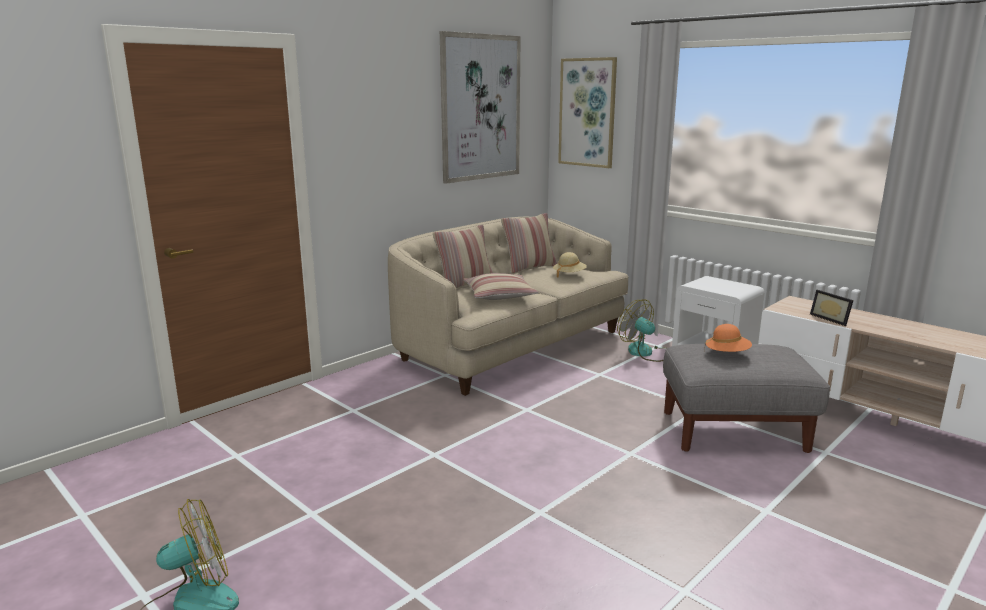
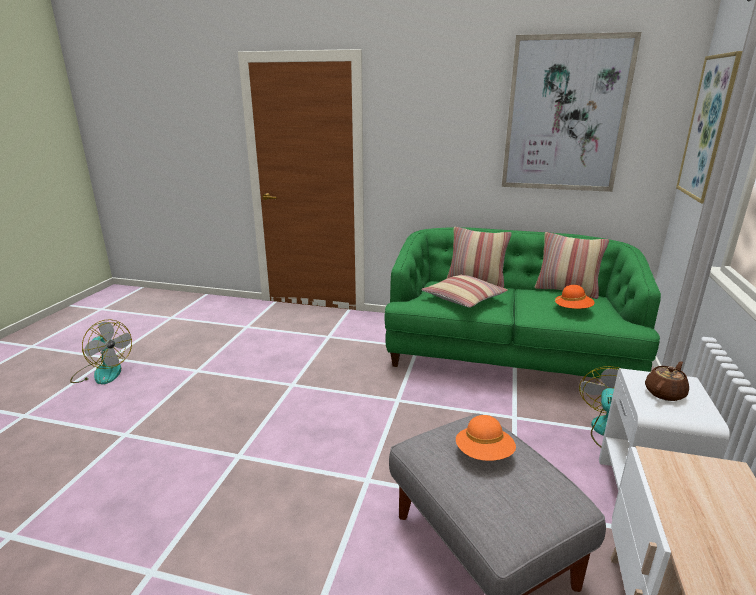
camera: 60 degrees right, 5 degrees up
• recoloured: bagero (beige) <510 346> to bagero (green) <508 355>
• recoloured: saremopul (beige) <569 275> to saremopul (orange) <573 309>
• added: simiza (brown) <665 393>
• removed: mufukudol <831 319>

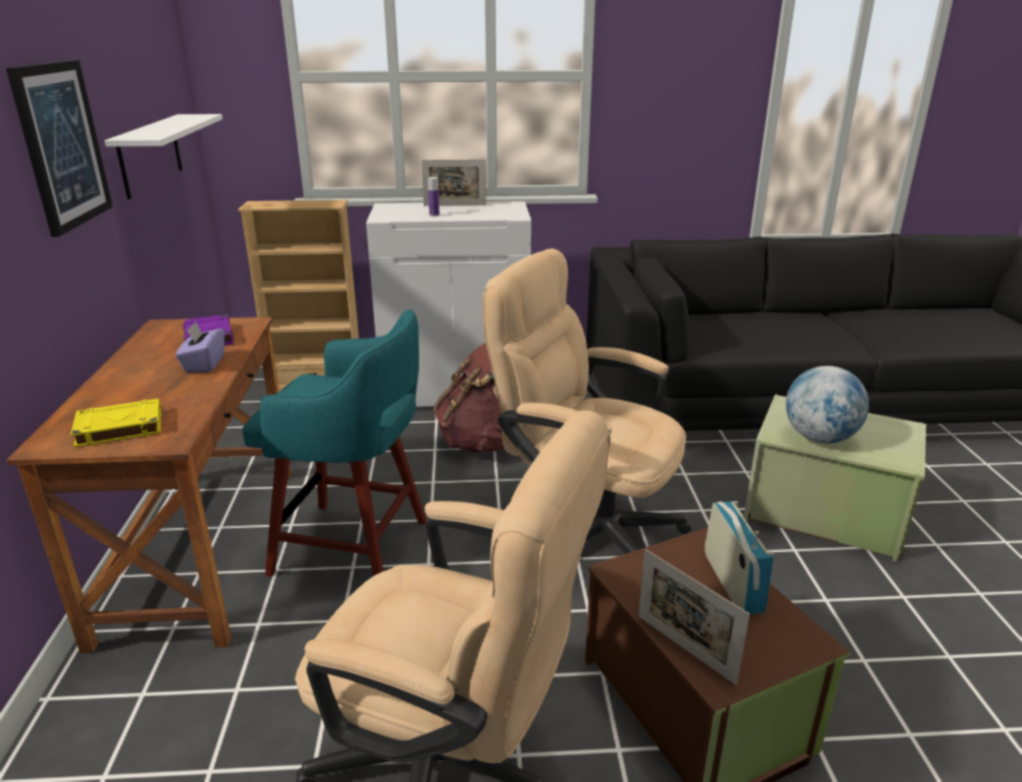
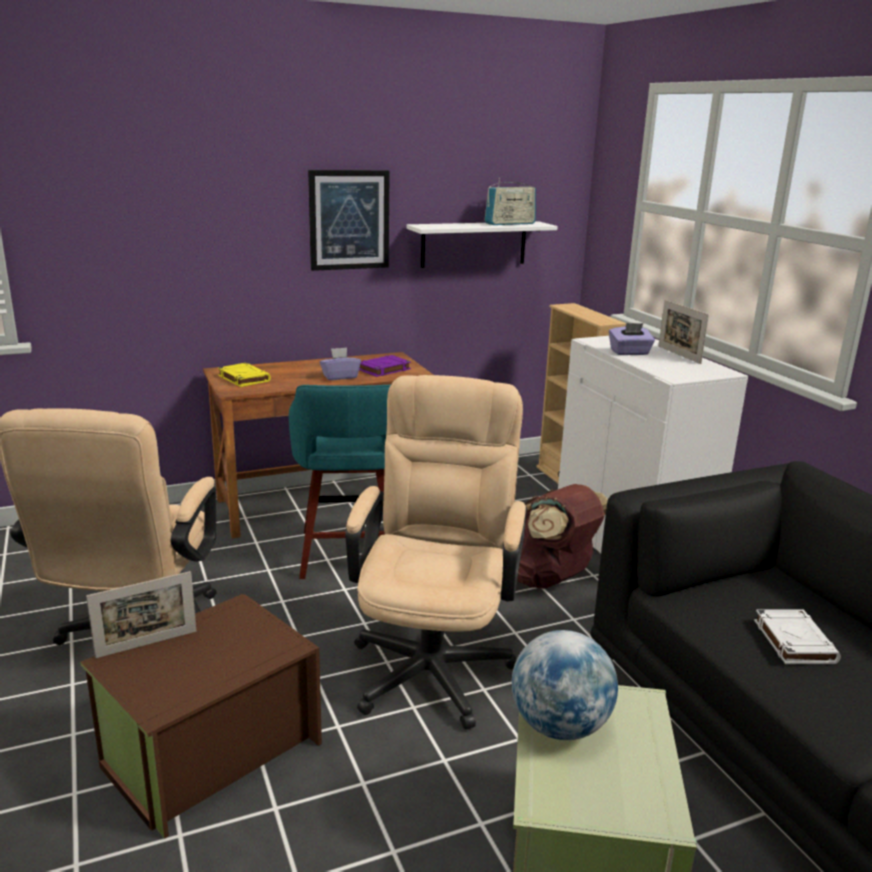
camera: 70 degrees right, 5 degrees down
• turned: mufukudol <684 648> = <147 644> 150 degrees counterclockwise
• moved: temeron <732 582> to <510 224>
• replaced: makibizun <434 215> to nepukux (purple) <629 352>
• added: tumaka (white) <793 641>

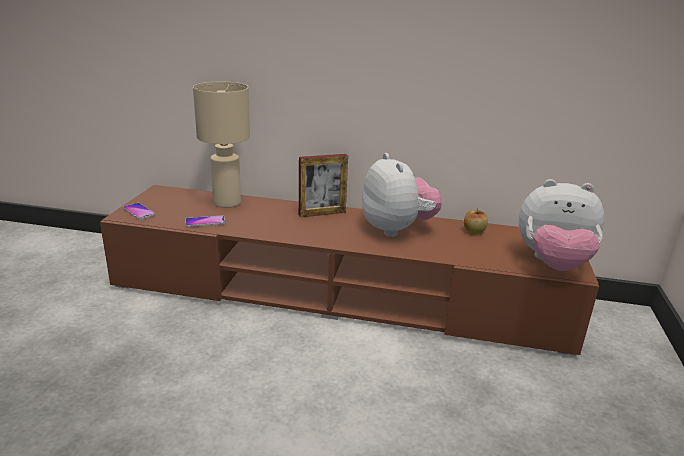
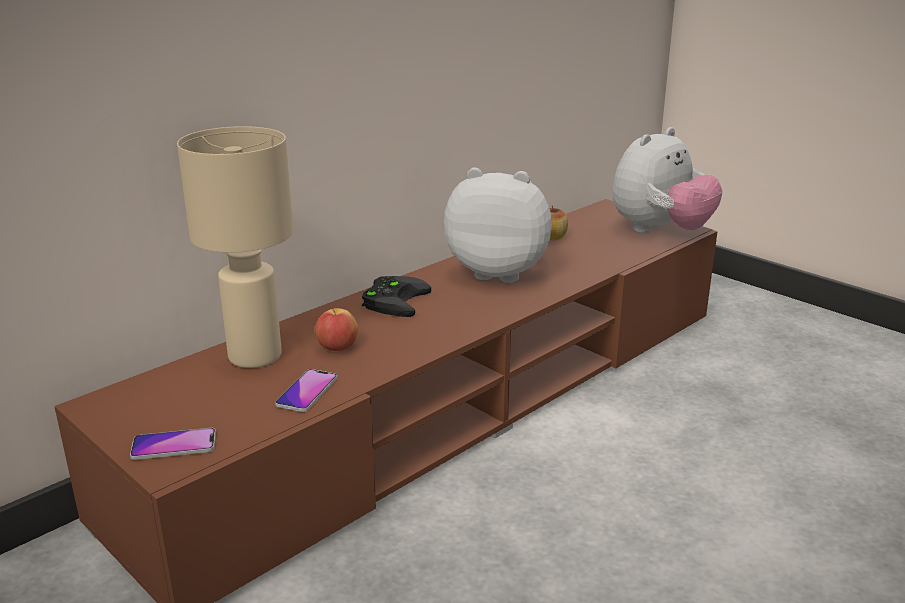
camera: 55 degrees left, 0 degrees up
• added: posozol <337 348>
• replaced: mufukudol <322 213> to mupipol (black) <393 299>

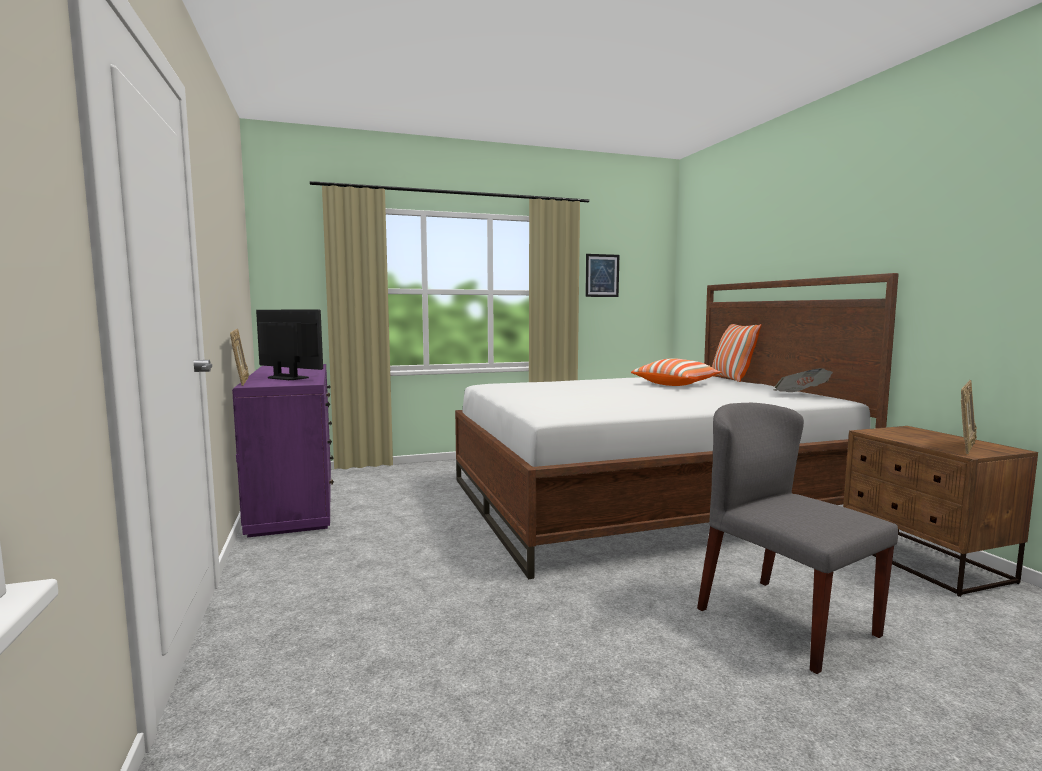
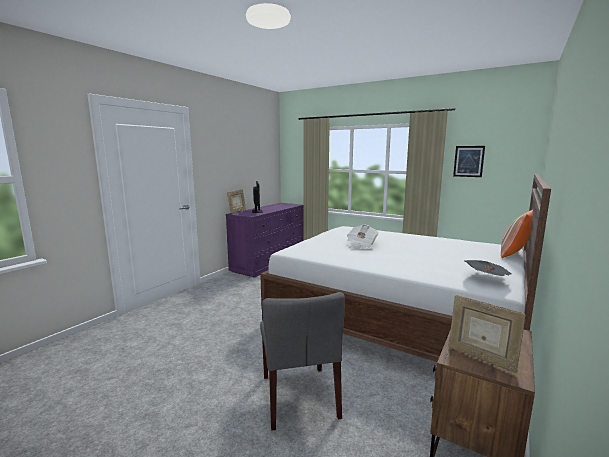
camera: 50 degrees right, 5 degrees up
• turned: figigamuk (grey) <784 621> = <300 396> 150 degrees clockwise
• added: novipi <361 245>
• turned: mufukudol <965 447> = <480 358> 45 degrees clockwise
• removed: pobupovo <675 384>

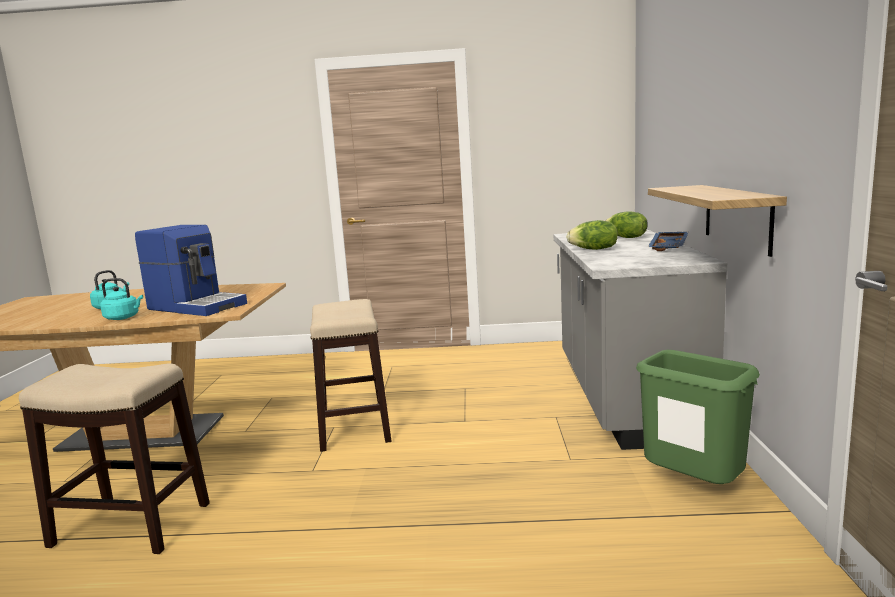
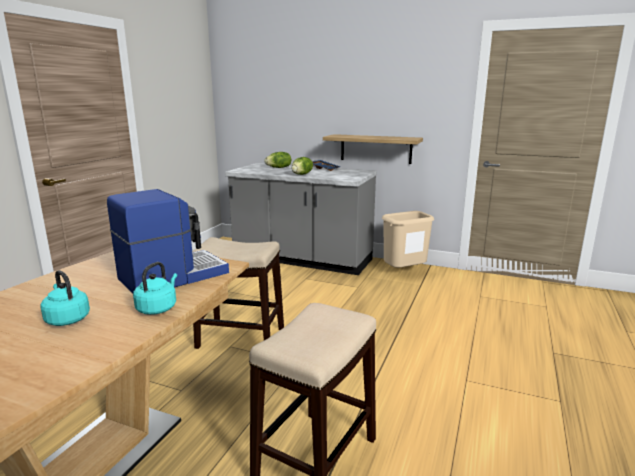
camera: 70 degrees left, 5 degrees up
• recoloured: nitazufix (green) <691 489> to nitazufix (beige) <404 273>

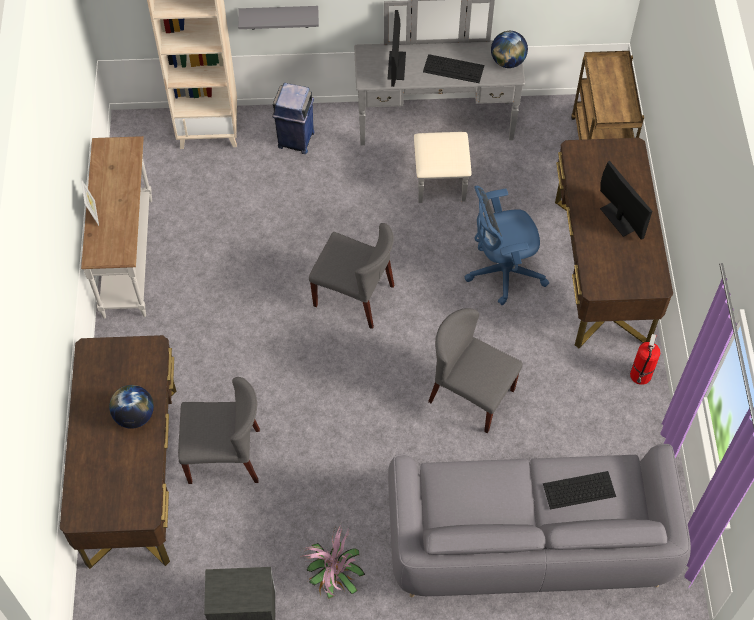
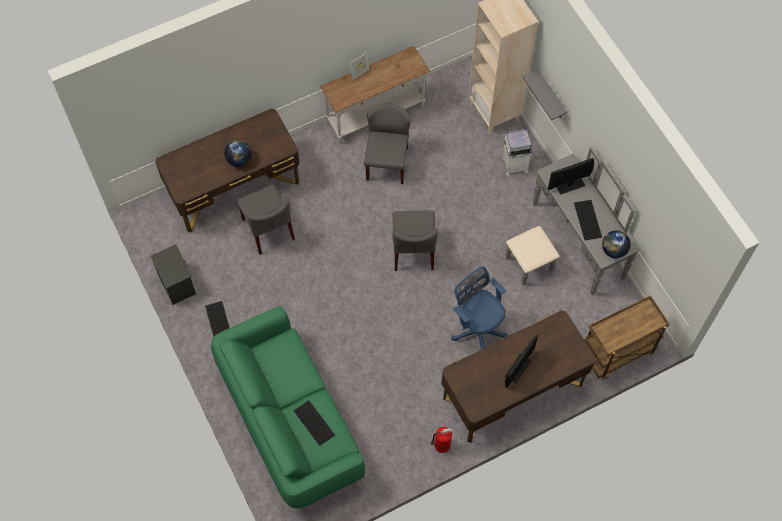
camera: 65 degrees right, 5 degrees up
• replaced: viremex <334 578> to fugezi <218 321>
• recoloured: bagero (grey) <529 542> to bagero (green) <289 420>
• moved: figigamuk (grey) <470 395> to <387 163>
• recoloured: nitazufix (blue) <295 140> to nitazufix (white) <514 165>

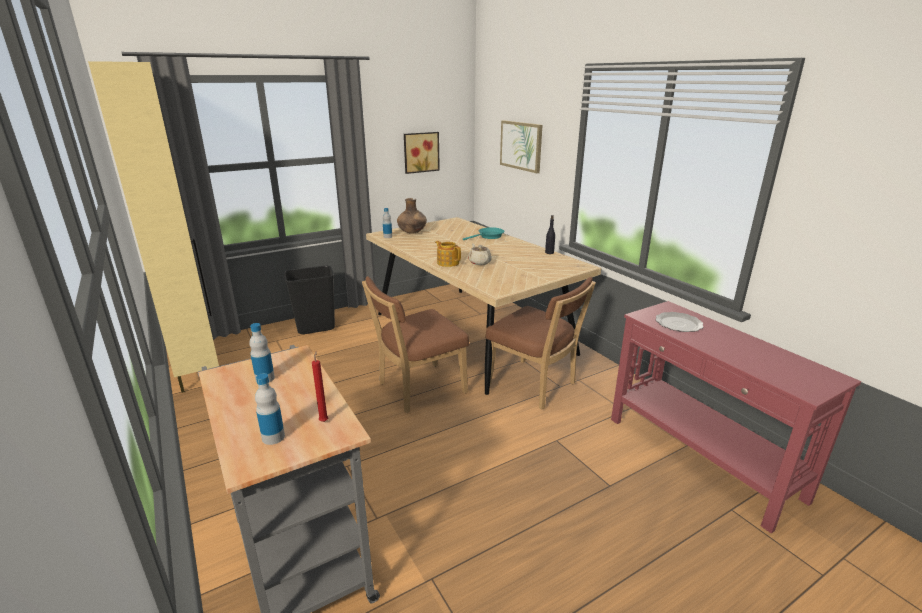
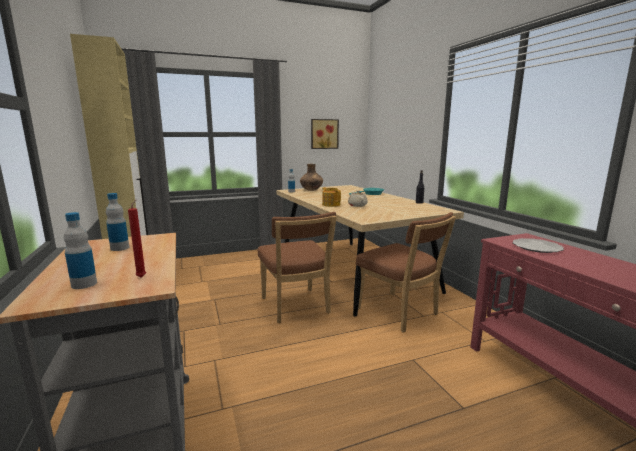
camera: 10 degrees right, 10 degrees down
• turned: figigamuk (brown) <418 389> = <296 307> 90 degrees counterclockwise
• removed: nitazufix (black) <316 328>
• removed: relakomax <521 145>

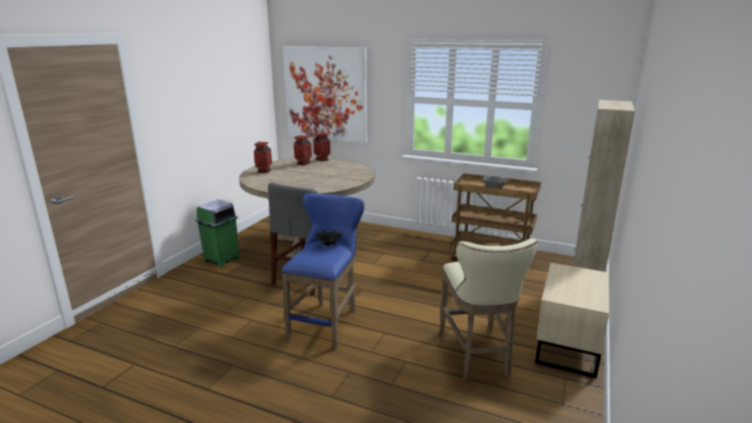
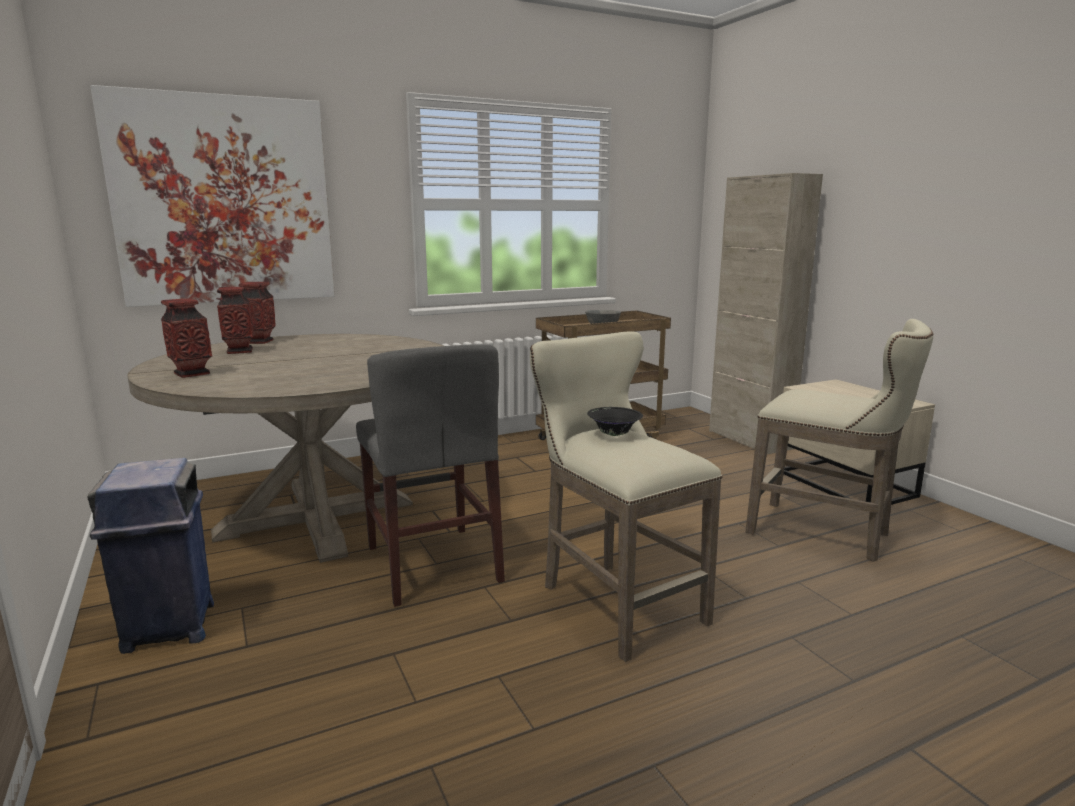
camera: 50 degrees left, 5 degrees down
• recoloured: nitazufix (green) <221 260> to nitazufix (blue) <169 628>
• recoloured: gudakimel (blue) <327 322> to gudakimel (beige) <614 601>

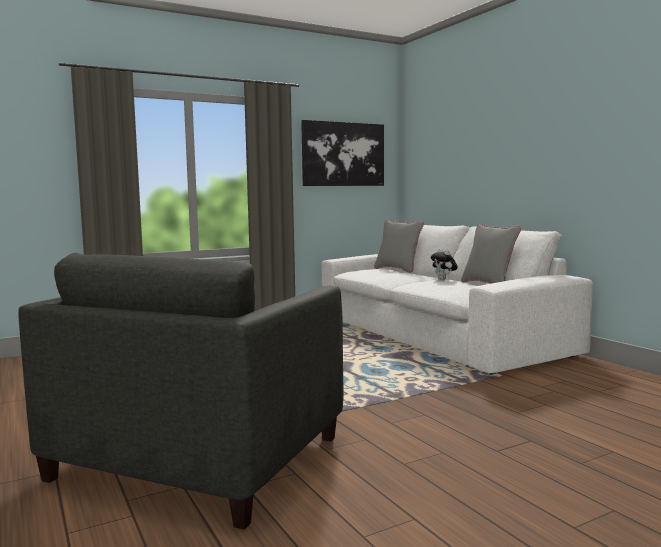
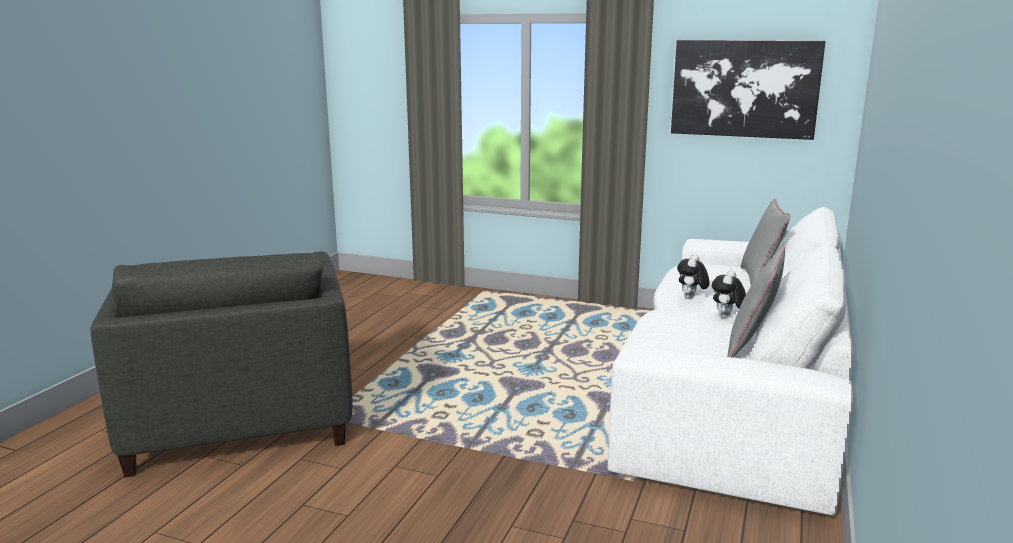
camera: 50 degrees right, 10 degrees up
• turned: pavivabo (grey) <199 457> = <240 418> 90 degrees counterclockwise
• added: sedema <691 298>

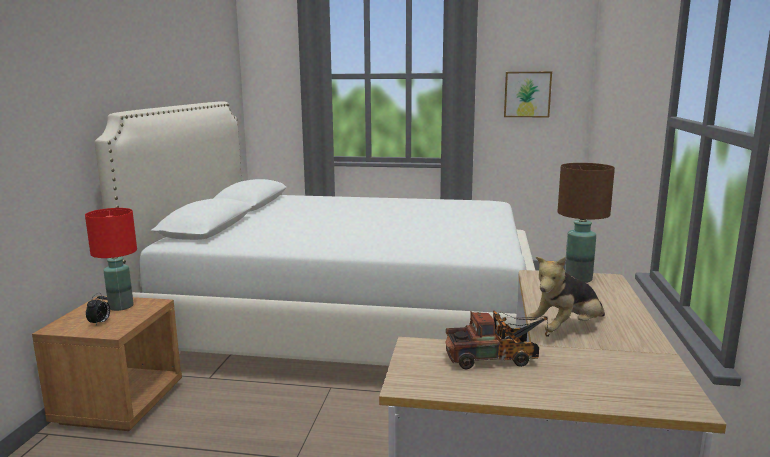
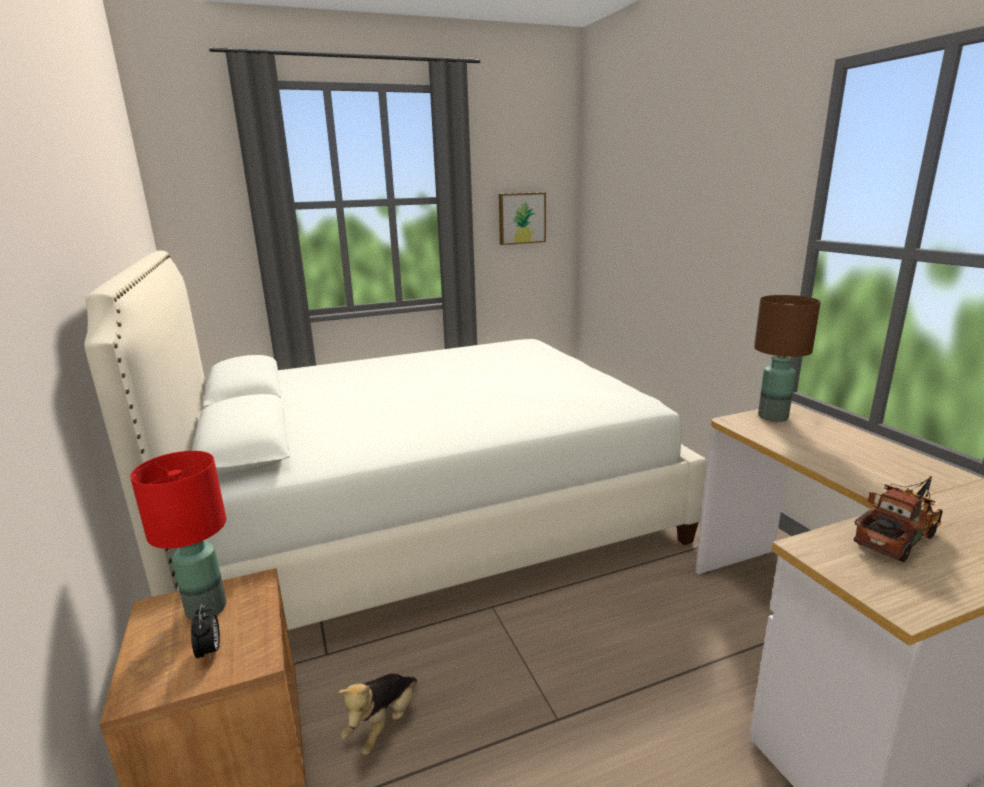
camera: 30 degrees left, 5 degrees up
• moved: sedema <566 329> to <383 725>

